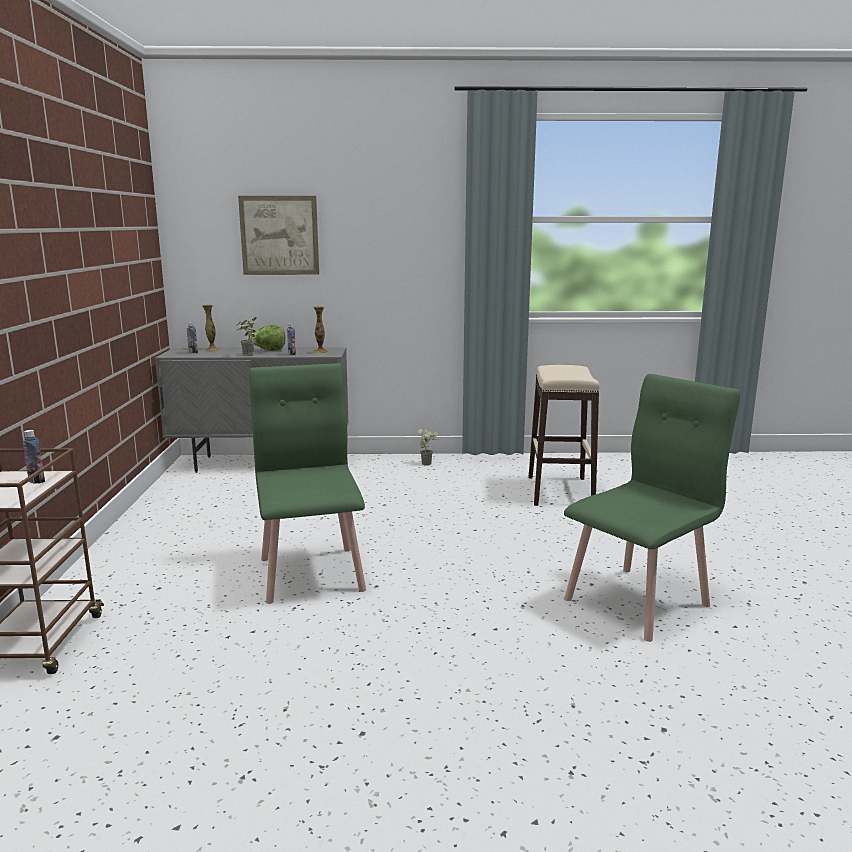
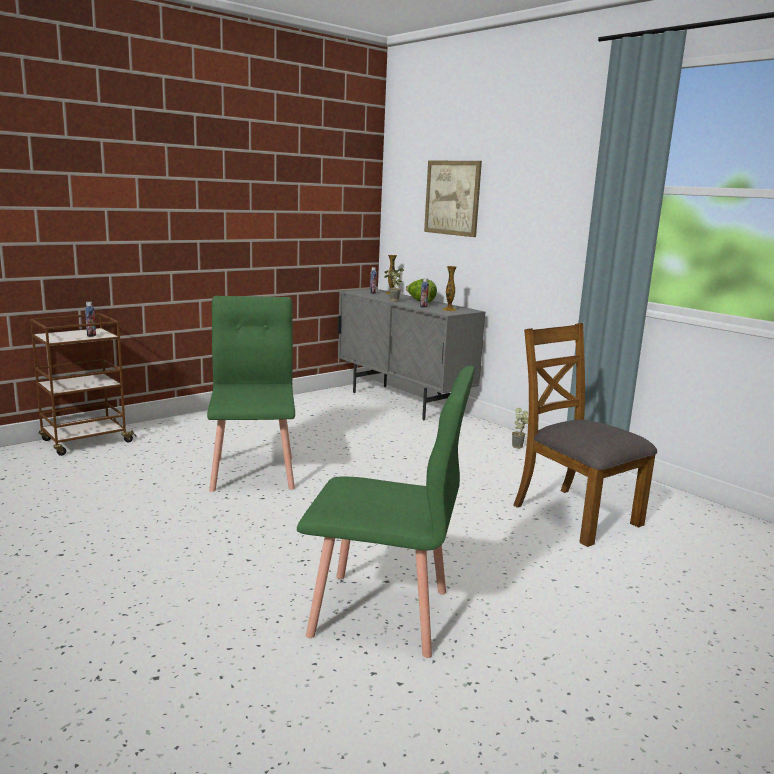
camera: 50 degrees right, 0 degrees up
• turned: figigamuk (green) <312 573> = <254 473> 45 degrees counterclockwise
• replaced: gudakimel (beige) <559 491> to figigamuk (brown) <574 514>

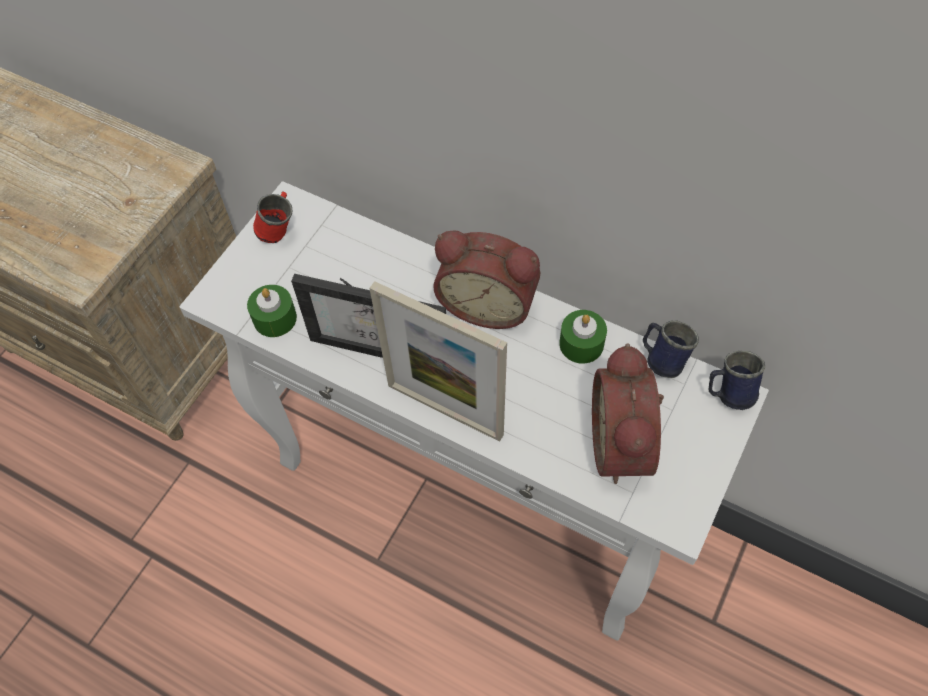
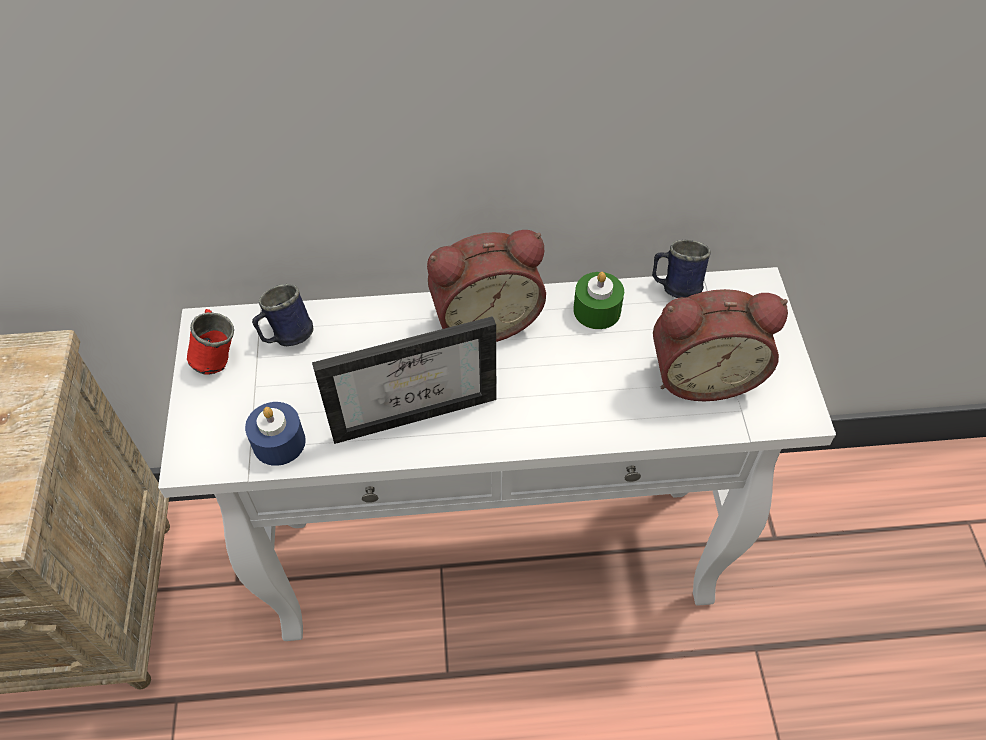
camera: 35 degrees left, 5 degrees down
• recoloured: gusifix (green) <275 318> to gusifix (blue) <279 442>
• moved: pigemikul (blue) <728 393> to <286 336>
• turned: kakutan <625 444> = <702 374> 60 degrees counterclockwise
• removed: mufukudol <445 410>

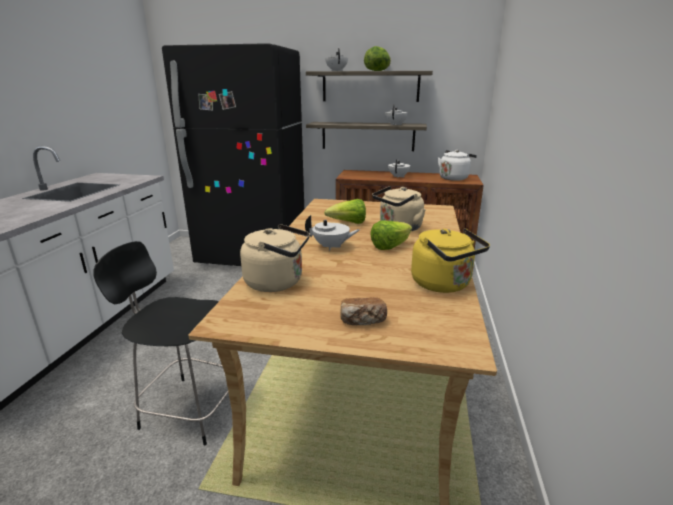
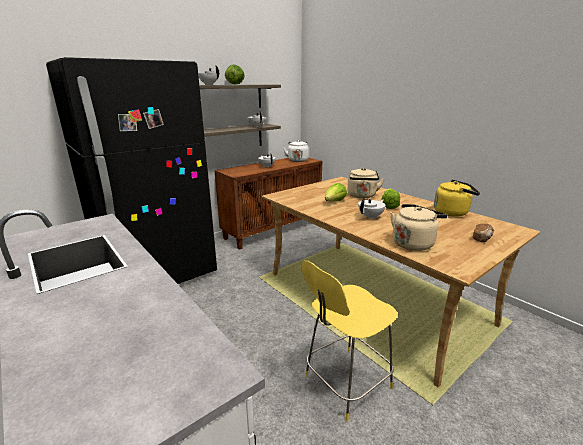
camera: 50 degrees left, 0 degrees up
• recoloured: gudakimel (black) <189 408> to gudakimel (yellow) <345 383>

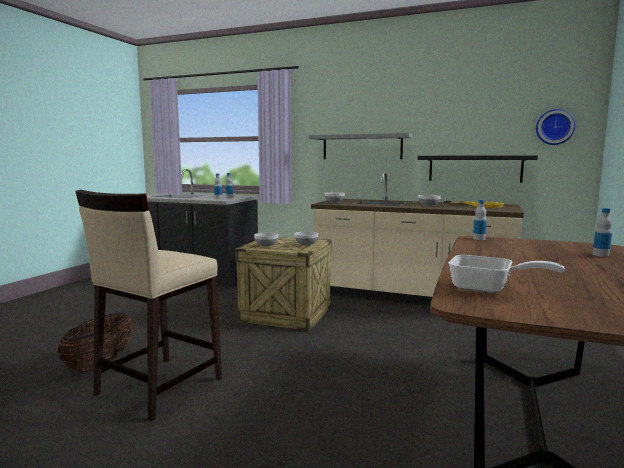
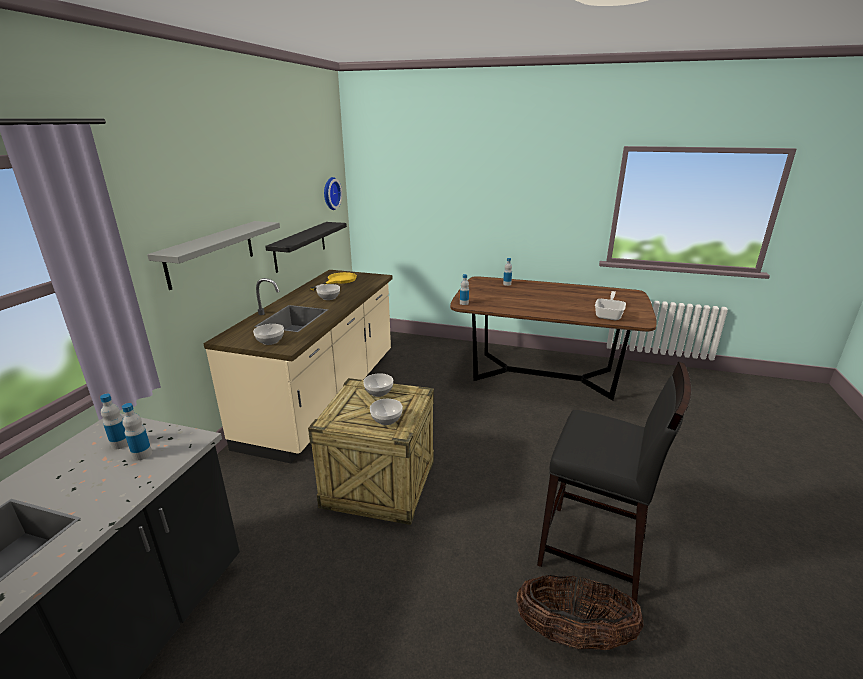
camera: 95 degrees left, 15 degrees up
• recoloured: gudakimel (beige) <158 386> to gudakimel (black) <594 551>

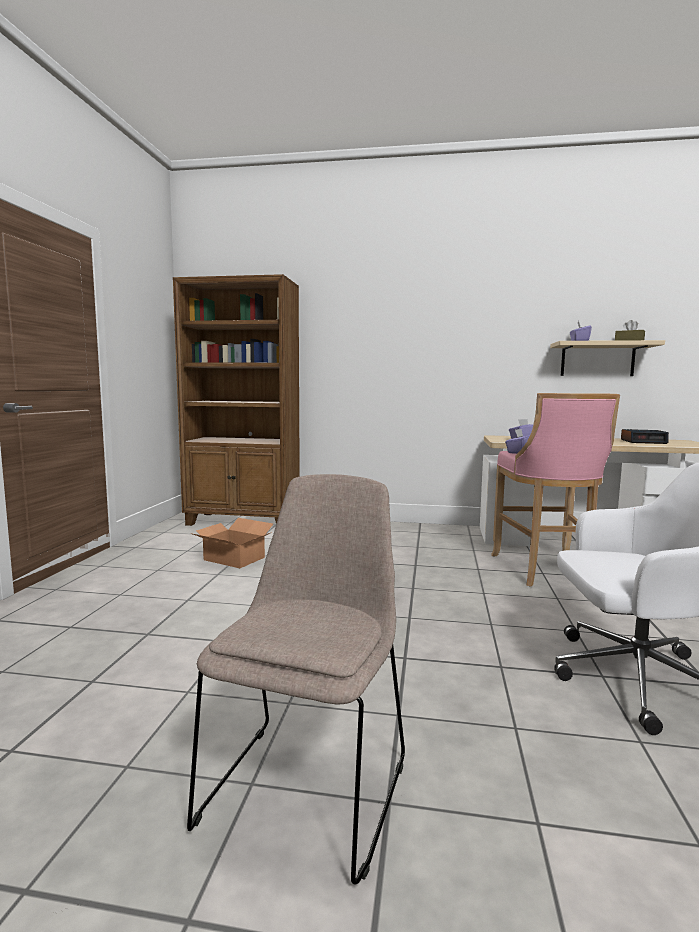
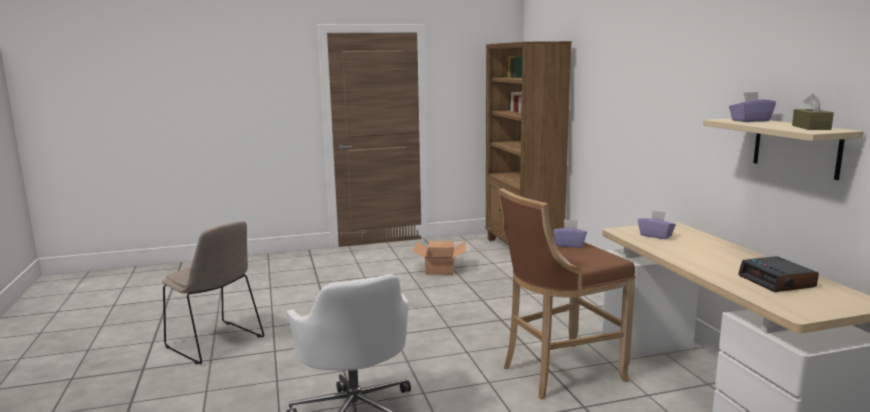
camera: 65 degrees right, 5 degrees up
• turned: figigamuk (beige) <308 785> = <216 343> 45 degrees clockwise
• recoloured: gudakimel (pink) <545 571> to gudakimel (brown) <558 373>

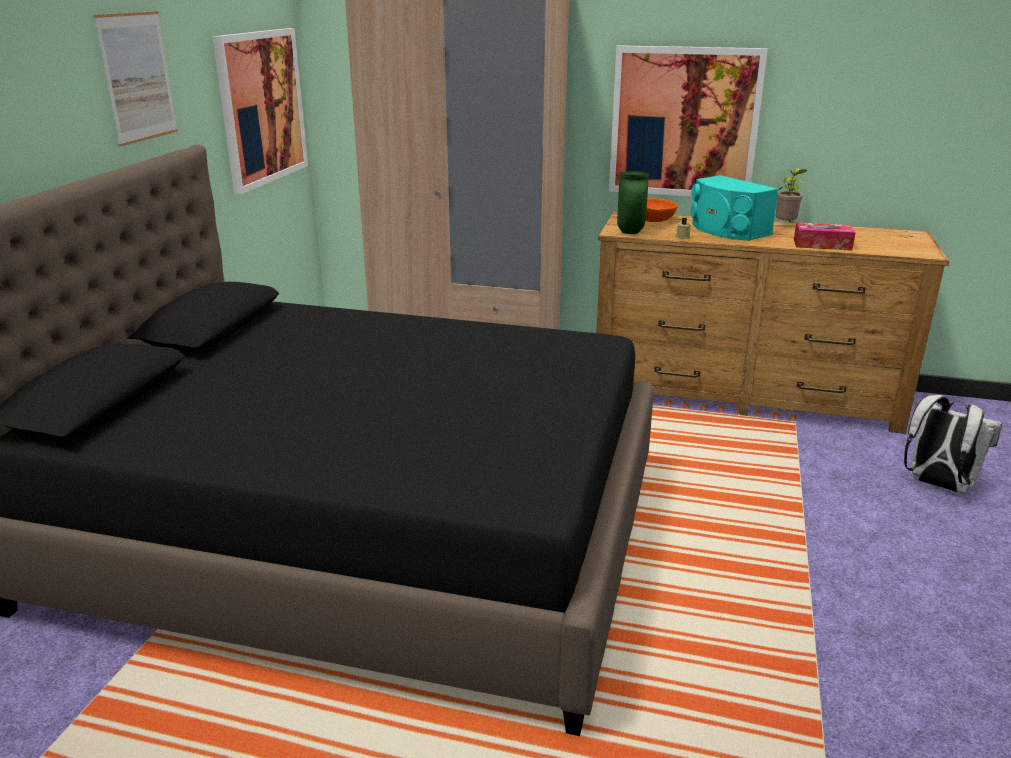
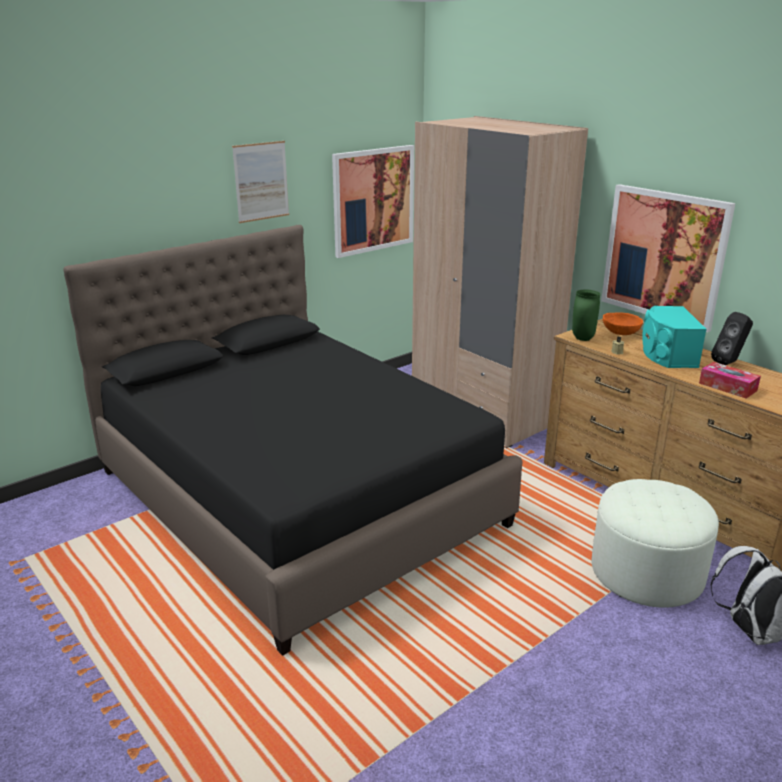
camera: 35 degrees right, 0 degrees up
• added: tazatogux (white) <646 572>
• replaced: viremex <786 225> to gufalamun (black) <729 362>

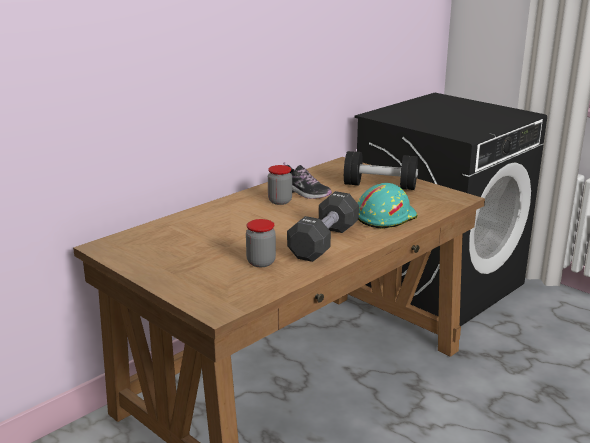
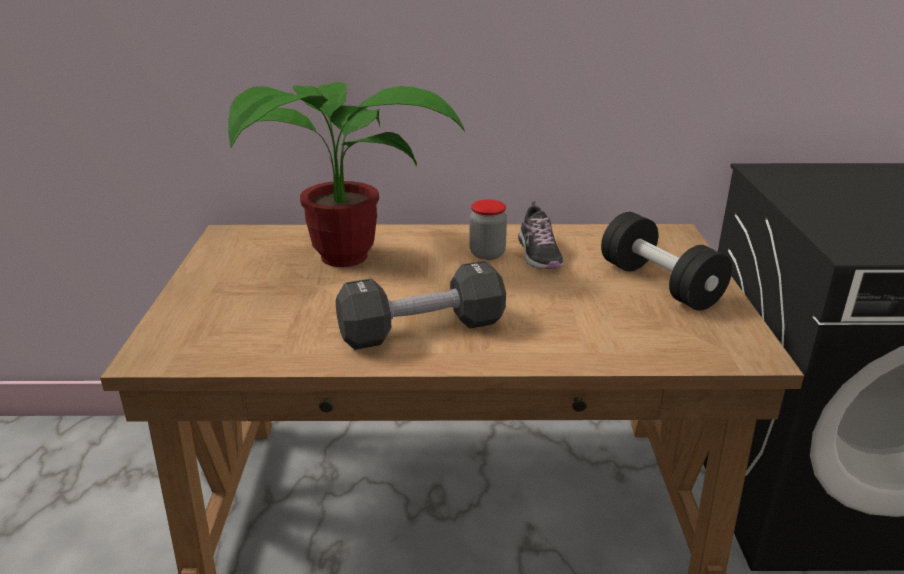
camera: 45 degrees right, 5 degrees up
• added: viremex <340 261>
• removed: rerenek <261 262>
• removed: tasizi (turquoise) <384 217>

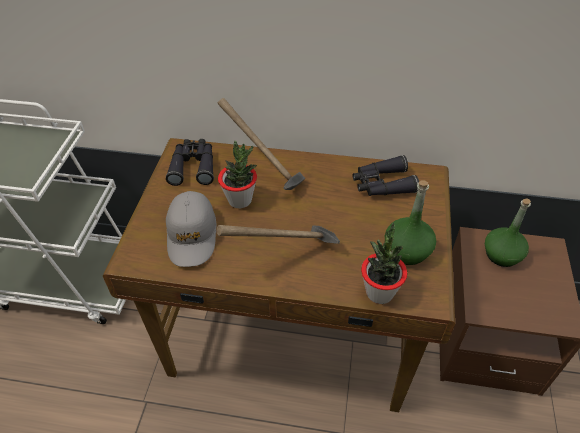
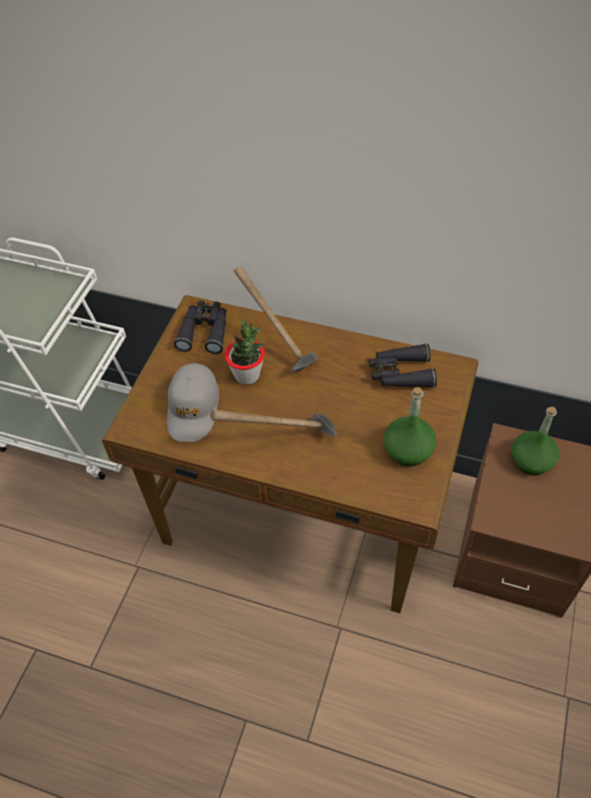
camera: 10 degrees right, 5 degrees up
• removed: viremex <379 292>

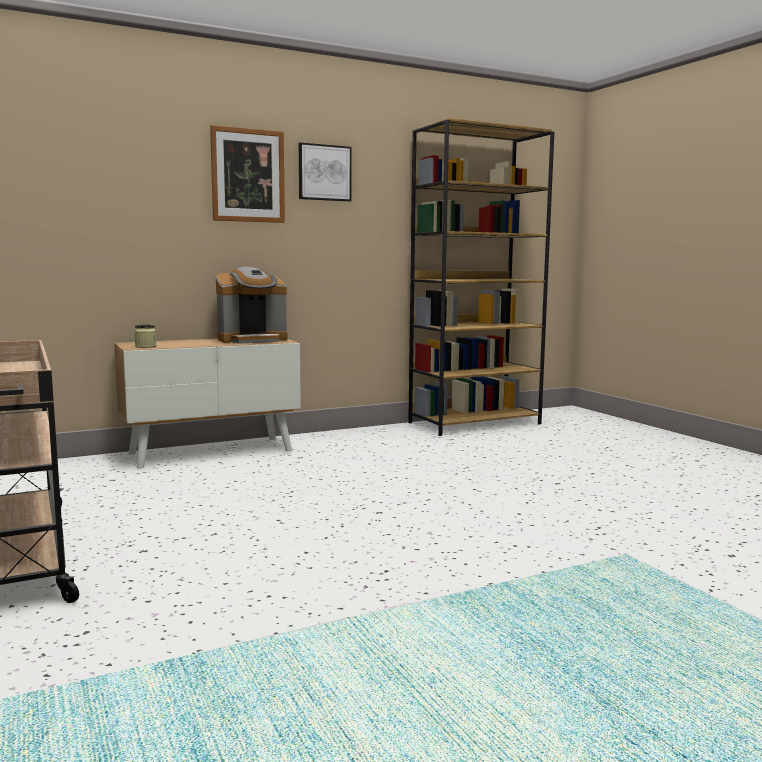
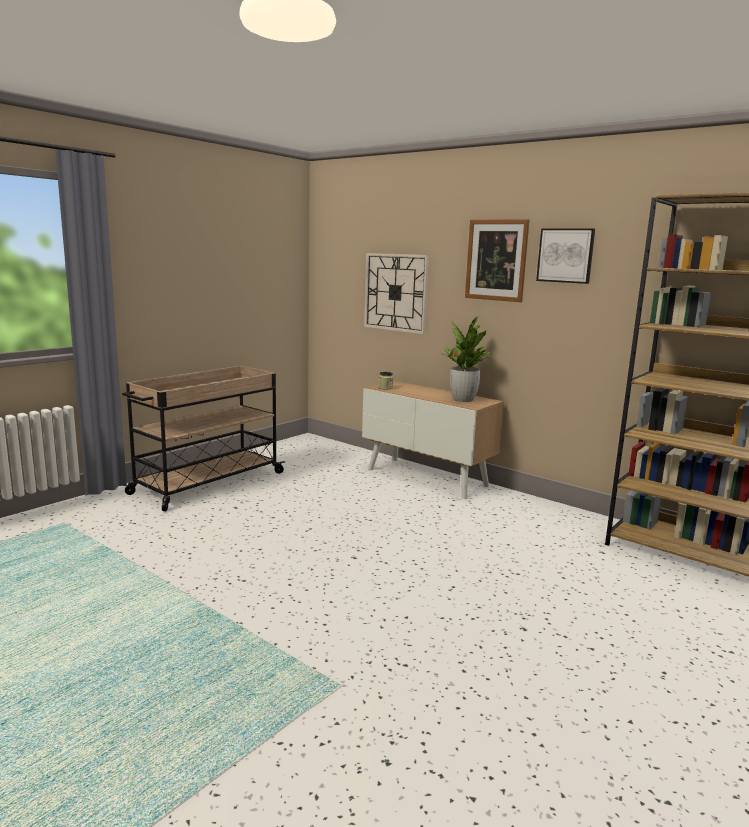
camera: 65 degrees right, 5 degrees up
• added: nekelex <396 292>
• replaced: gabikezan <252 340> to viremex <462 399>

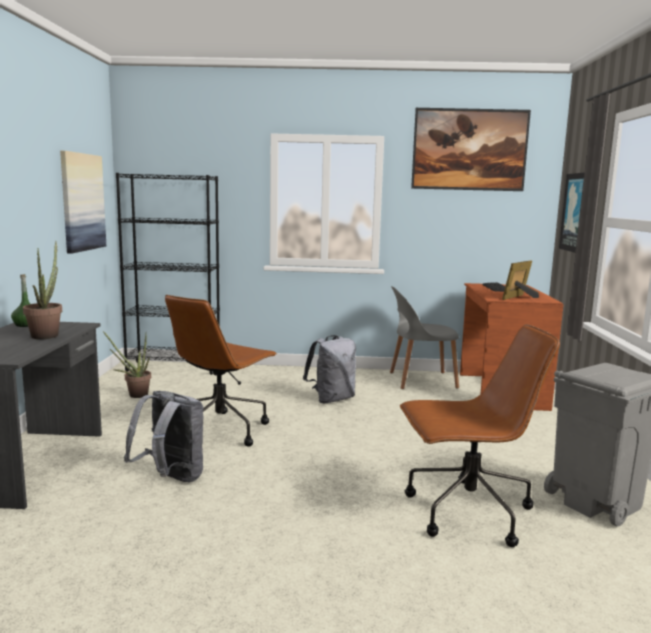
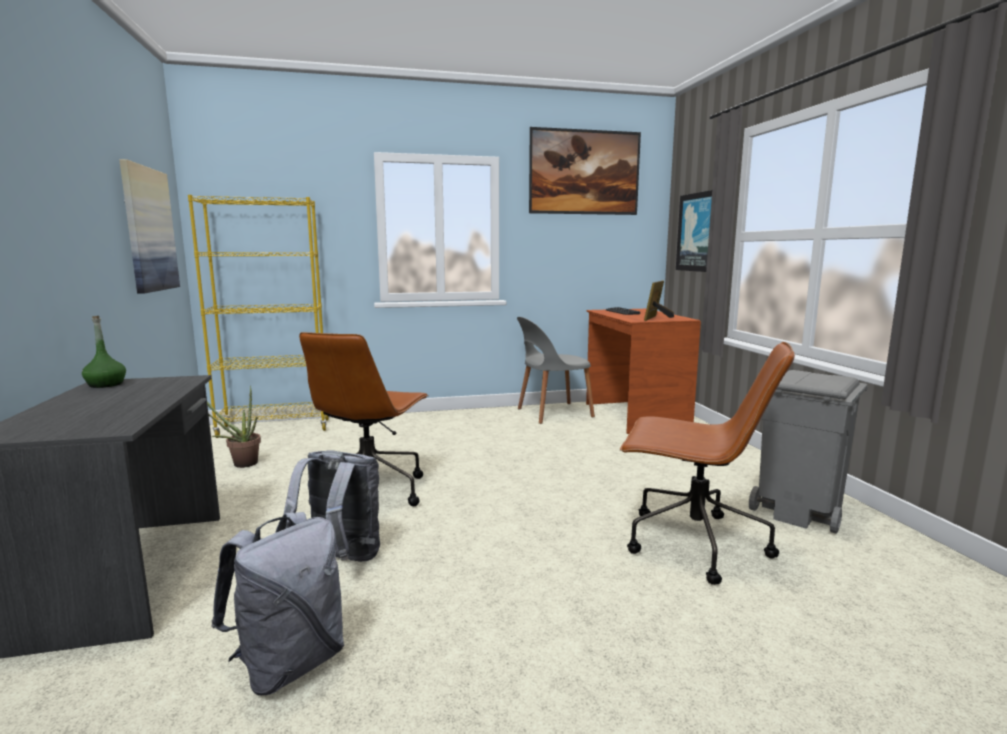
camera: 15 degrees left, 0 degrees up
• recoloured: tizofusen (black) <174 368> to tizofusen (yellow) <275 428>
• moved: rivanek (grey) <331 399> to <289 664>
• turned: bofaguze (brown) <466 512> = <692 543> 45 degrees clockwise
• removed: viremex <47 335>

